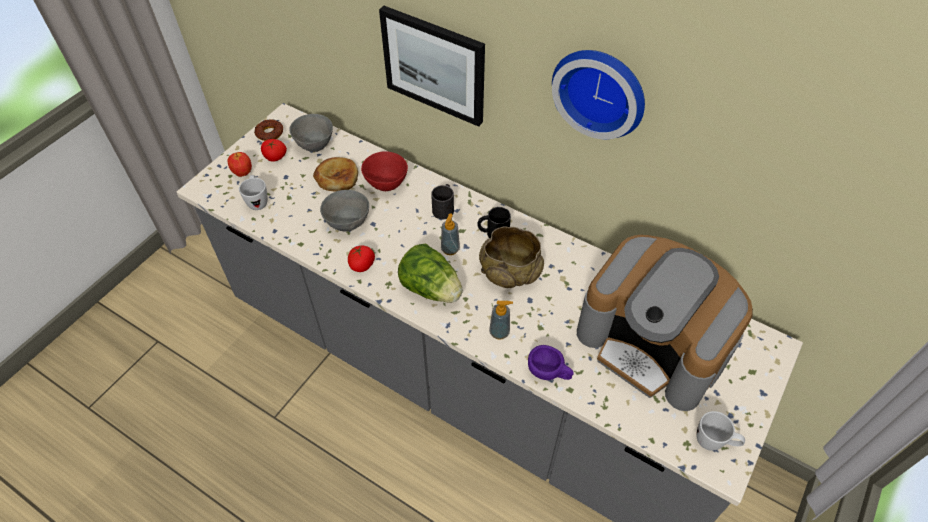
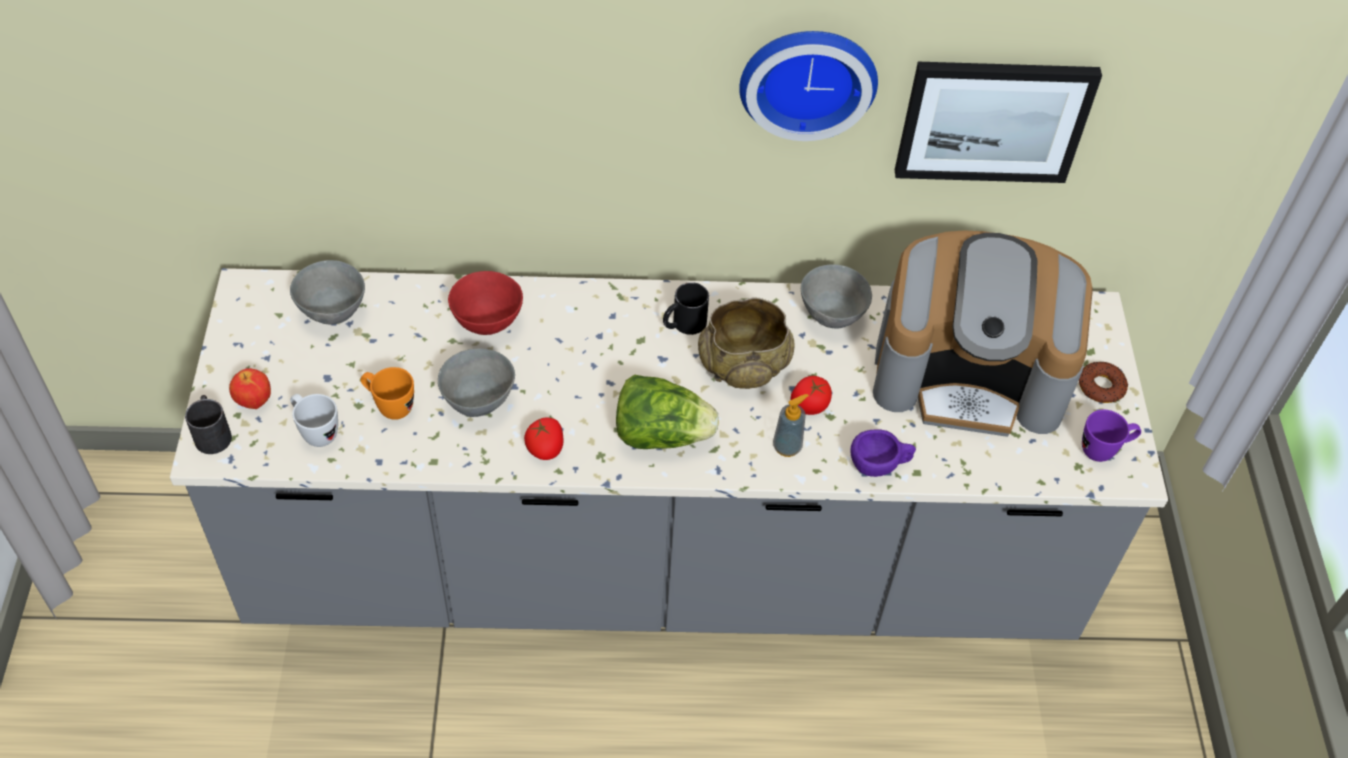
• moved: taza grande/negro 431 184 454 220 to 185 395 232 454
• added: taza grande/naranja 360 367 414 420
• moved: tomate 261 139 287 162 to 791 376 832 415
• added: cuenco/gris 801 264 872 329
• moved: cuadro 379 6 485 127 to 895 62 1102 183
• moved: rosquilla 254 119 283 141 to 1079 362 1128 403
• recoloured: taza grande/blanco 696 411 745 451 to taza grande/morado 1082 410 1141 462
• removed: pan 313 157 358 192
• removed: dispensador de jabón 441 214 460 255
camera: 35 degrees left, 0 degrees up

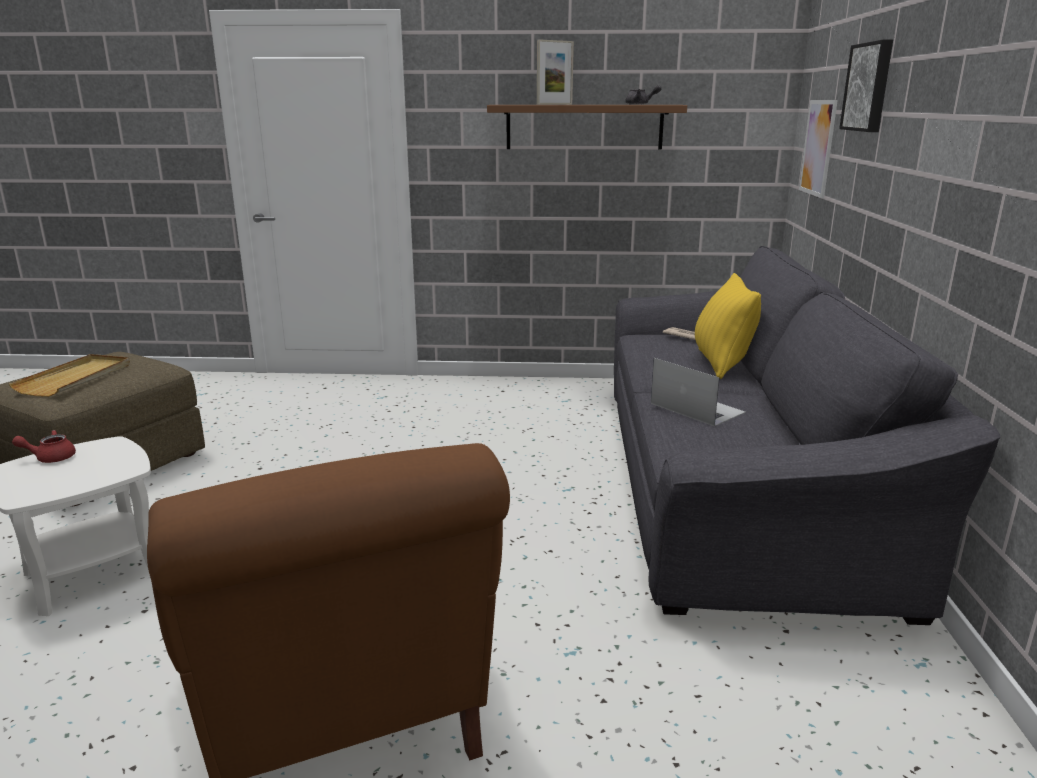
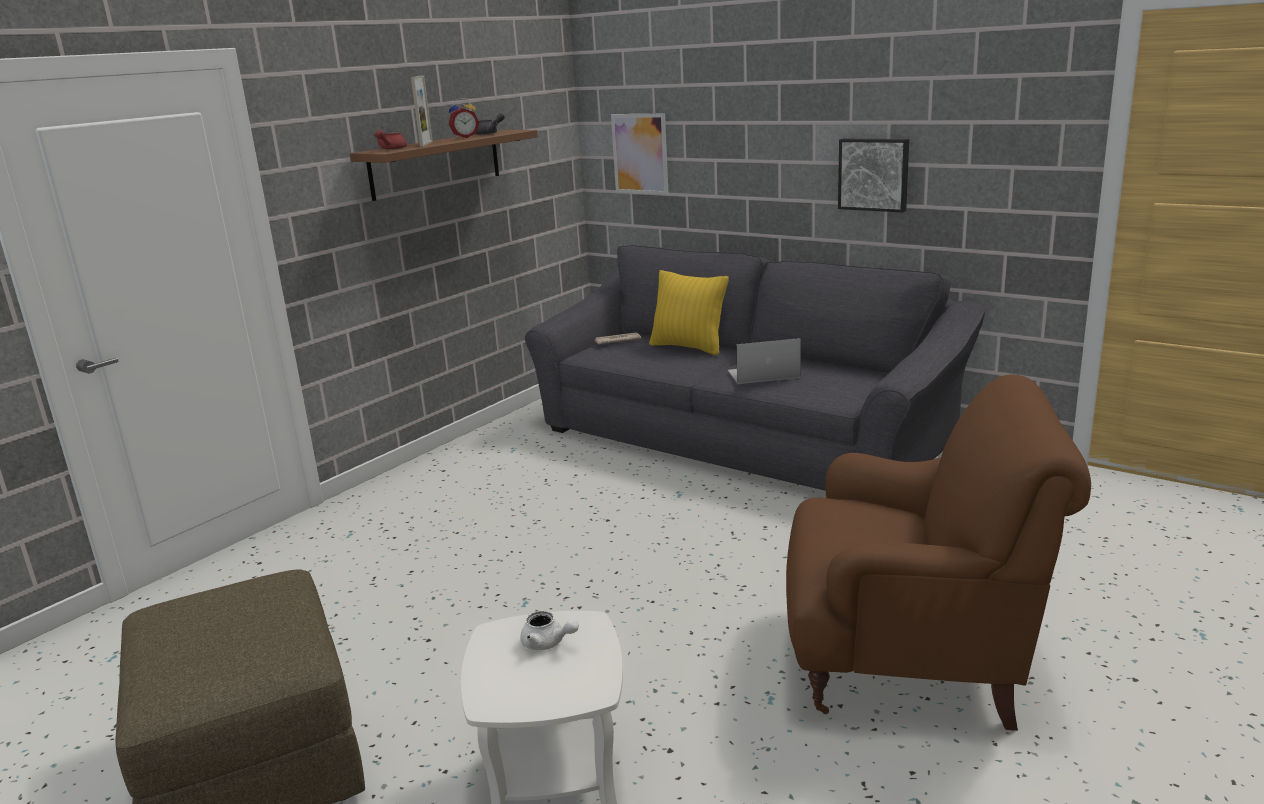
• moved: tetera/rojo 12 430 76 463 to 374 130 407 150
• added: despertador 449 98 479 139
• added: tetera/blanco 520 611 579 650
• moved: cuadro 839 40 893 132 to 838 139 909 212
• removed: bandeja/beis 9 354 130 397
camera: 55 degrees left, 0 degrees up

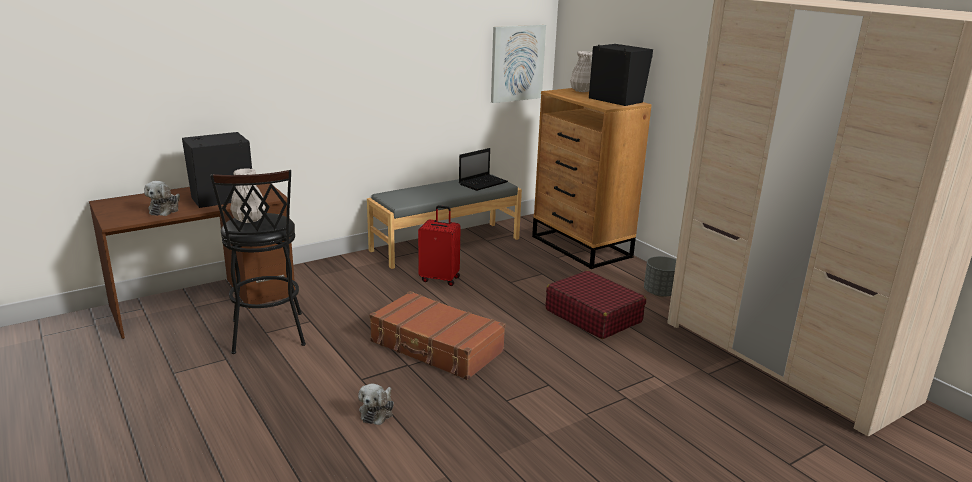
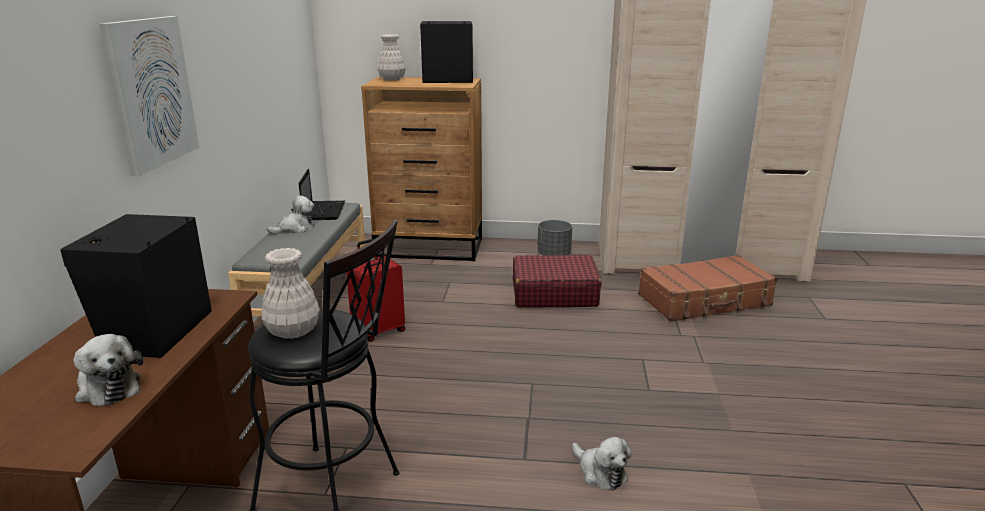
• moved: cuadro 491 25 546 103 to 99 16 199 176
• added: peluche 267 196 314 234
• moved: maleta/marrón 369 291 505 380 to 638 255 777 322
camera: 50 degrees left, 0 degrees up

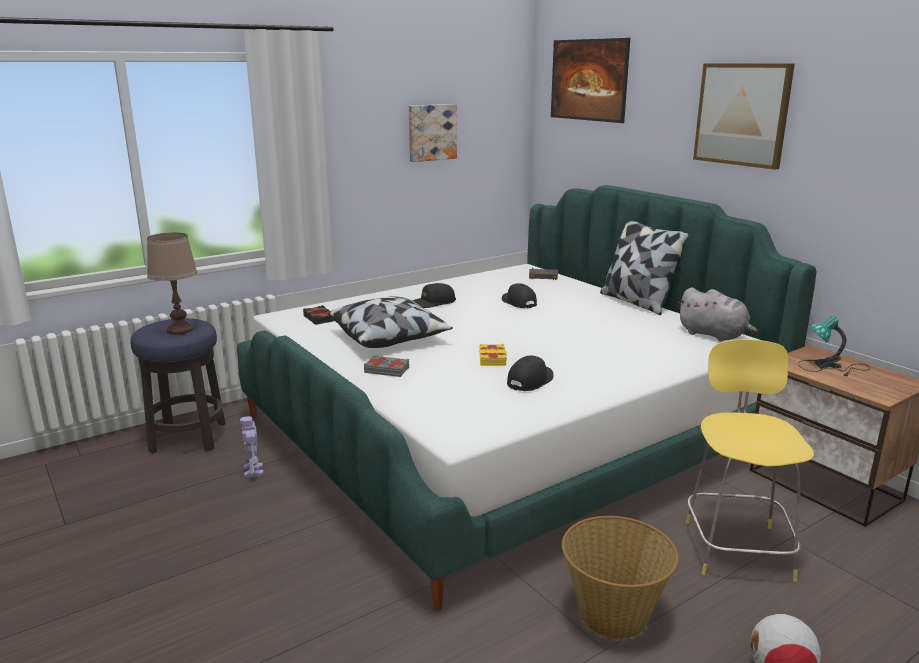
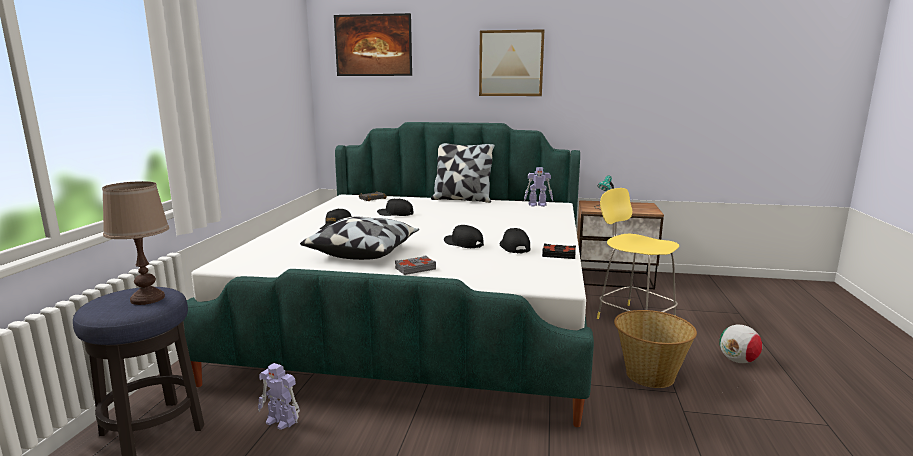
• replaced: libro/amarillo 479 344 507 366 to gorra/negro 444 225 484 248
• replaced: peluche/gris 678 288 758 341 to robot de juguete 524 167 553 207
• moved: libro/negro 303 305 334 325 to 542 243 576 259
• removed: cuadro 409 104 457 162
camera: 45 degrees left, 5 degrees down

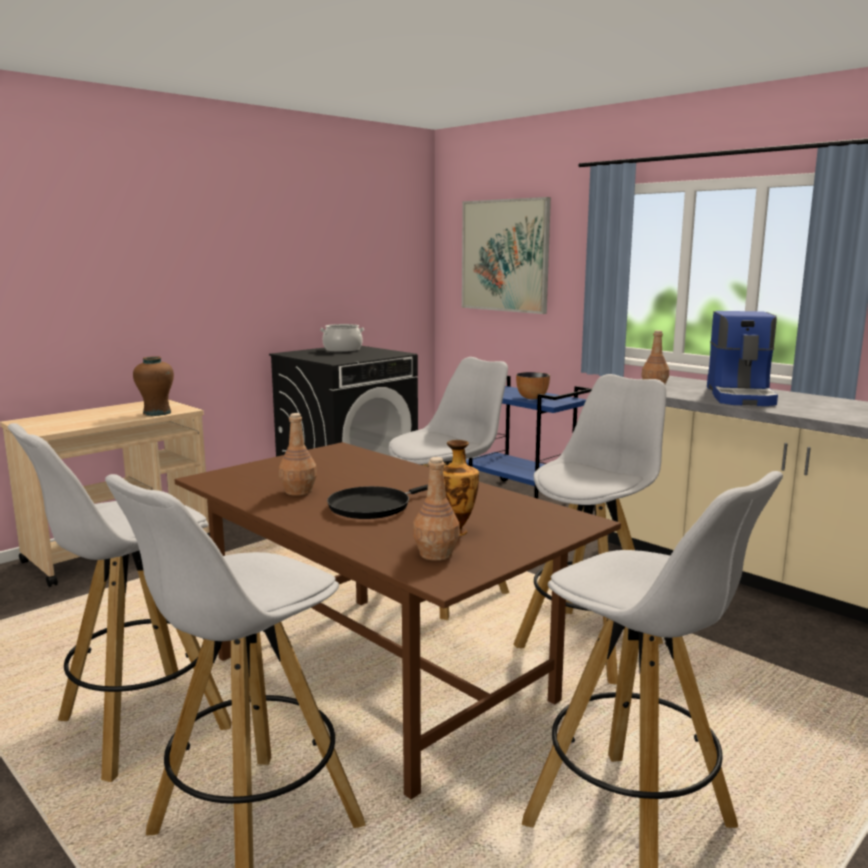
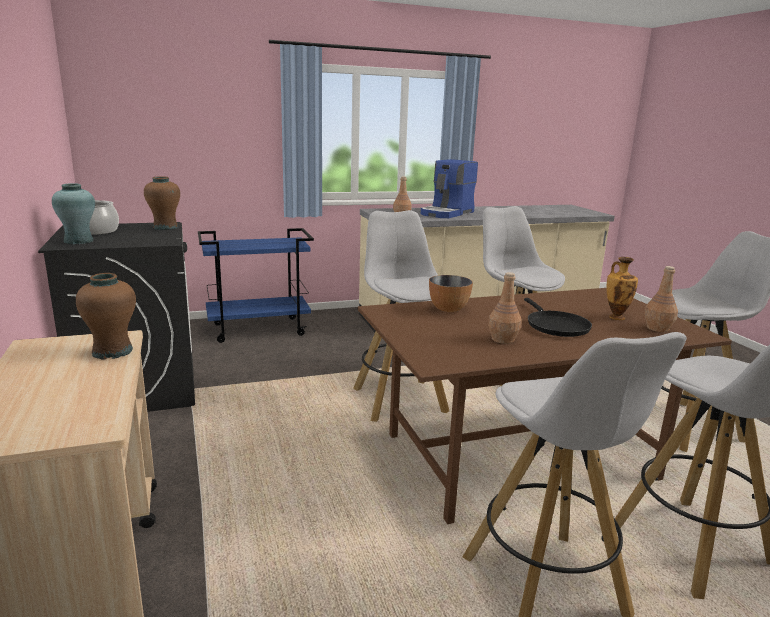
• added: florero/turquesa 52 183 95 244
• added: florero/marrón 144 177 180 230
• turned: cafetera 707 311 778 406 = 421 159 478 218 90 degrees clockwise
• moved: cuenco 516 372 550 399 to 429 275 473 312
• removed: cuadro 462 197 551 314
camera: 65 degrees left, 5 degrees up

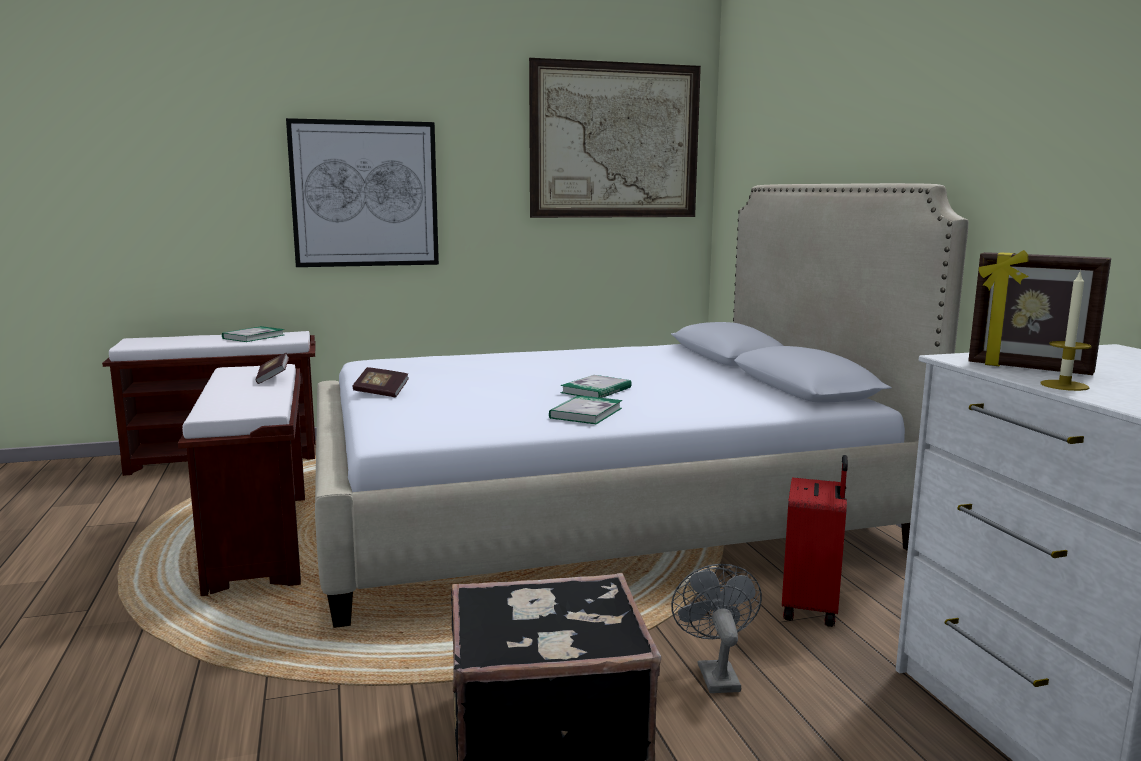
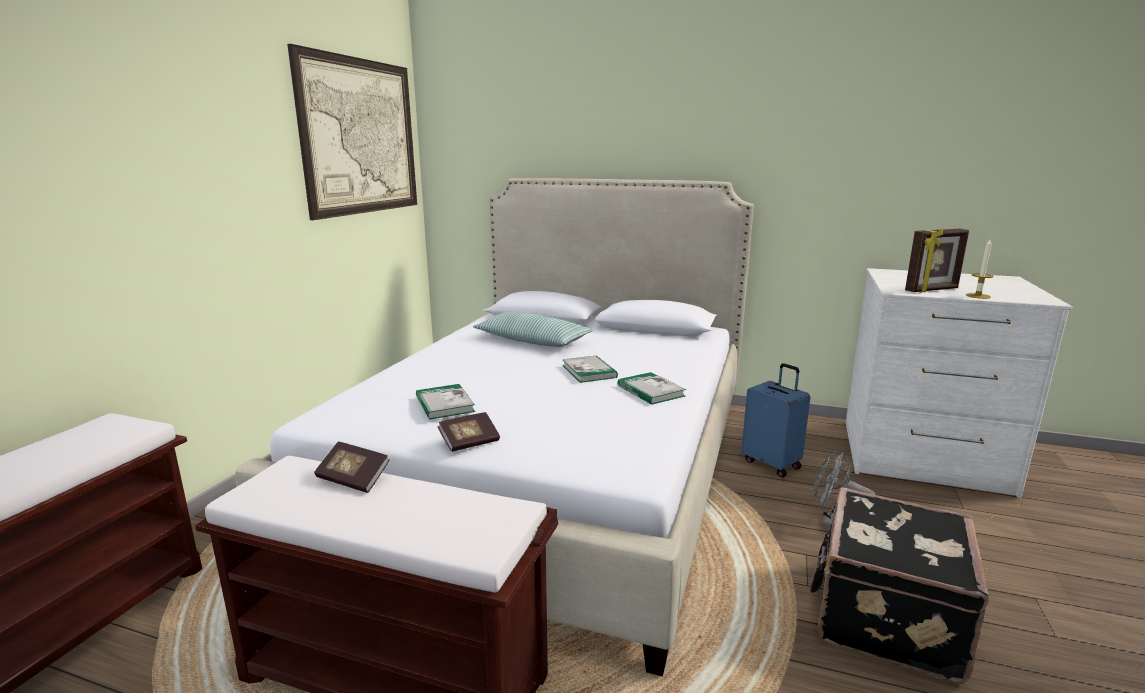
• moved: libro 222 326 285 342 to 416 384 475 420
• added: cojín 473 312 594 347
• recoloured: maleta/rojo 782 455 848 627 to maleta/azul 742 363 810 477
• removed: cuadro 286 118 439 267
camera: 55 degrees left, 5 degrees up

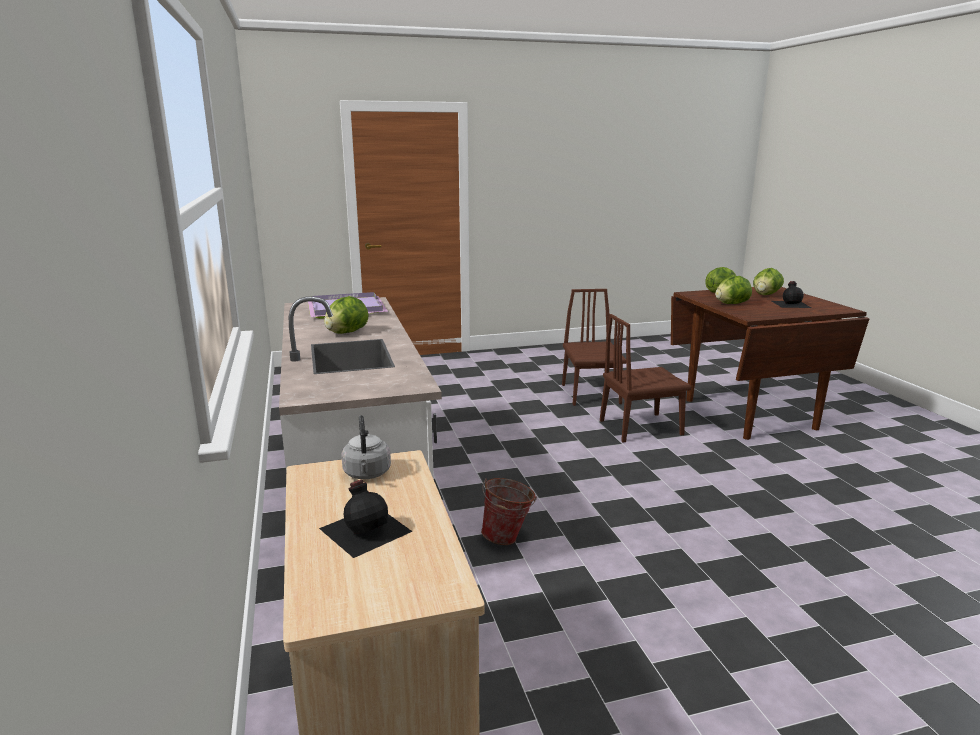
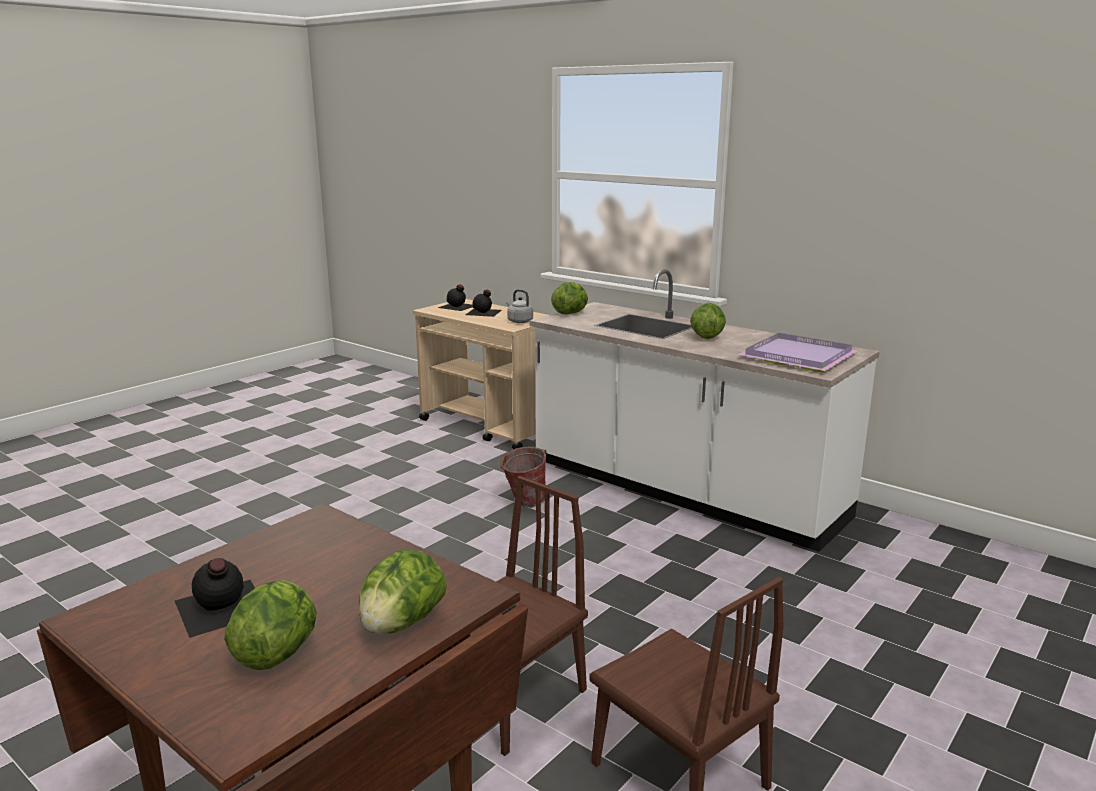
• added: botella/negro 438 284 473 311
• moved: lechuga 715 276 752 304 to 551 282 588 314
camera: 145 degrees right, 0 degrees up

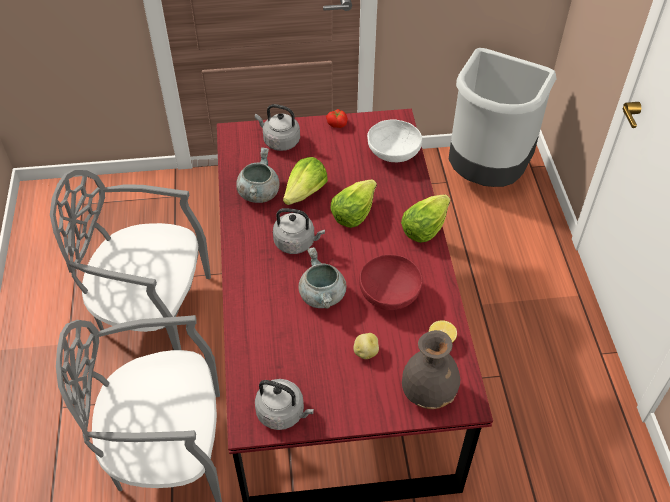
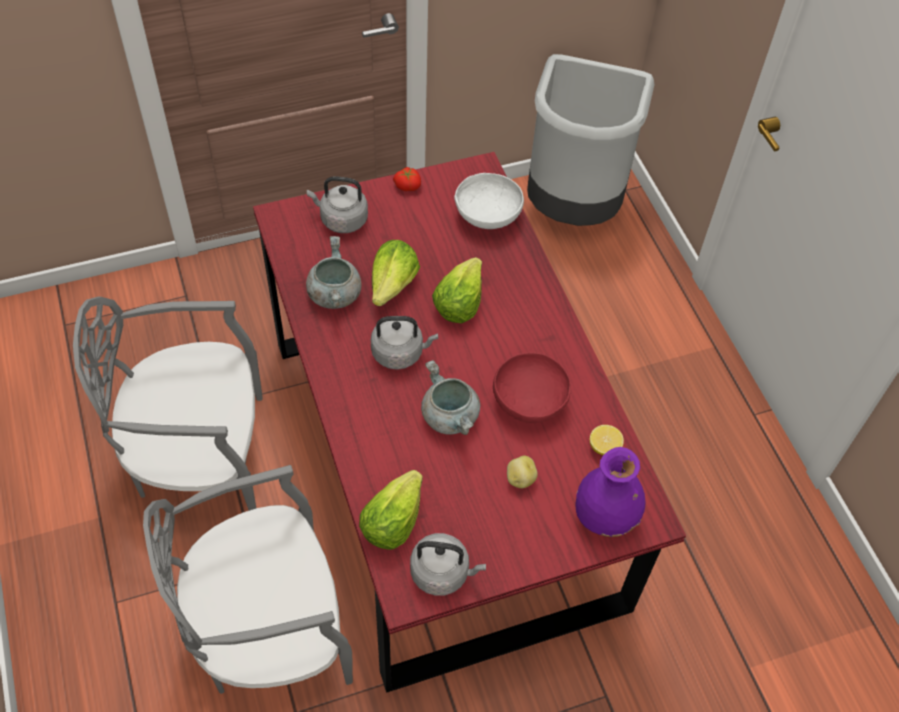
• moved: lechuga 401 195 451 243 to 359 470 423 550
• recoloured: florero/gris 402 330 460 409 to florero/morado 575 447 646 537
camera: 15 degrees left, 5 degrees up

